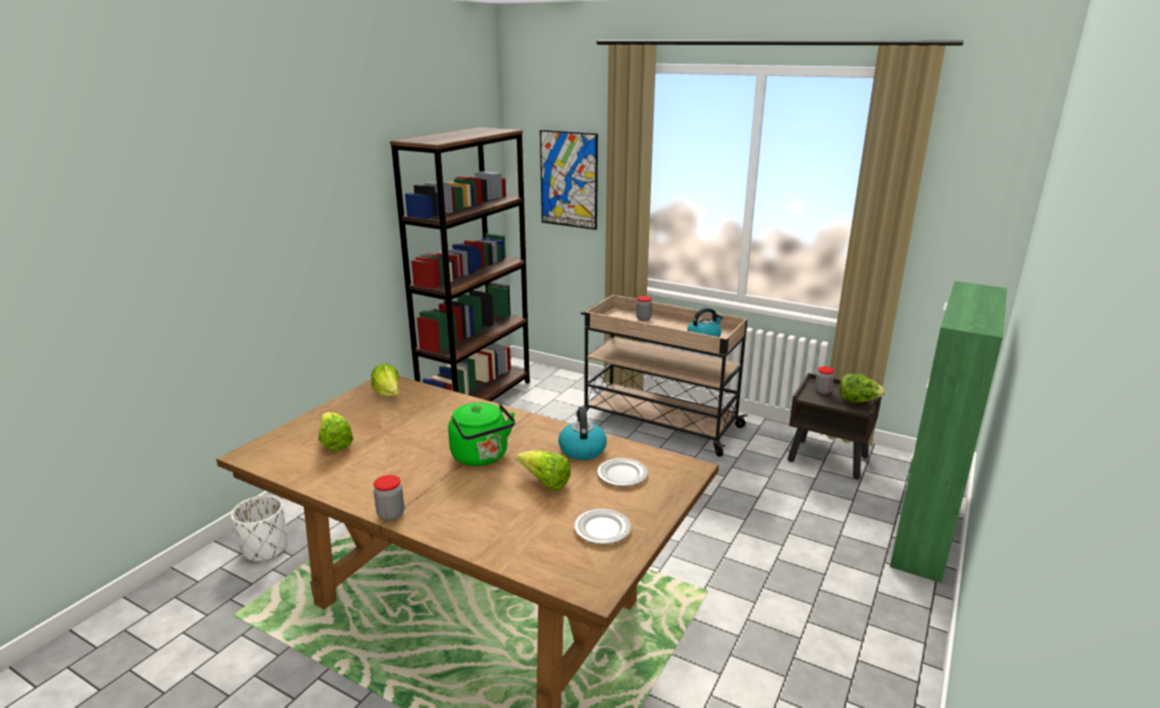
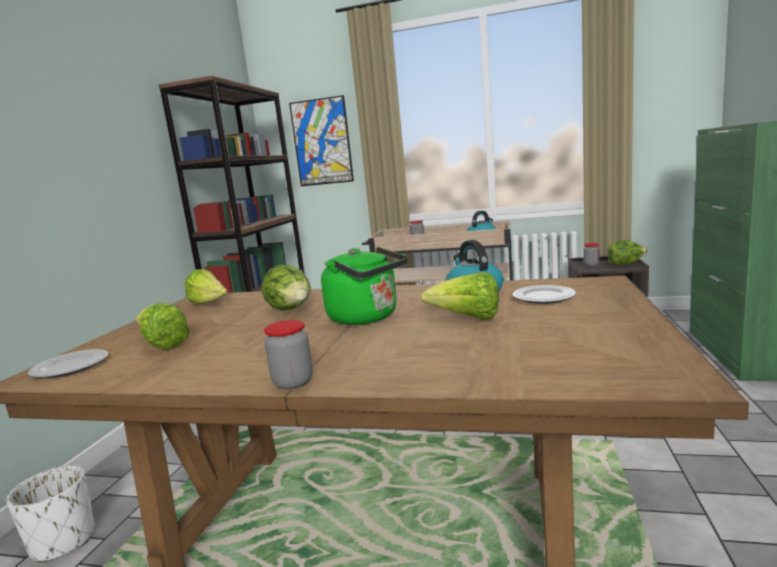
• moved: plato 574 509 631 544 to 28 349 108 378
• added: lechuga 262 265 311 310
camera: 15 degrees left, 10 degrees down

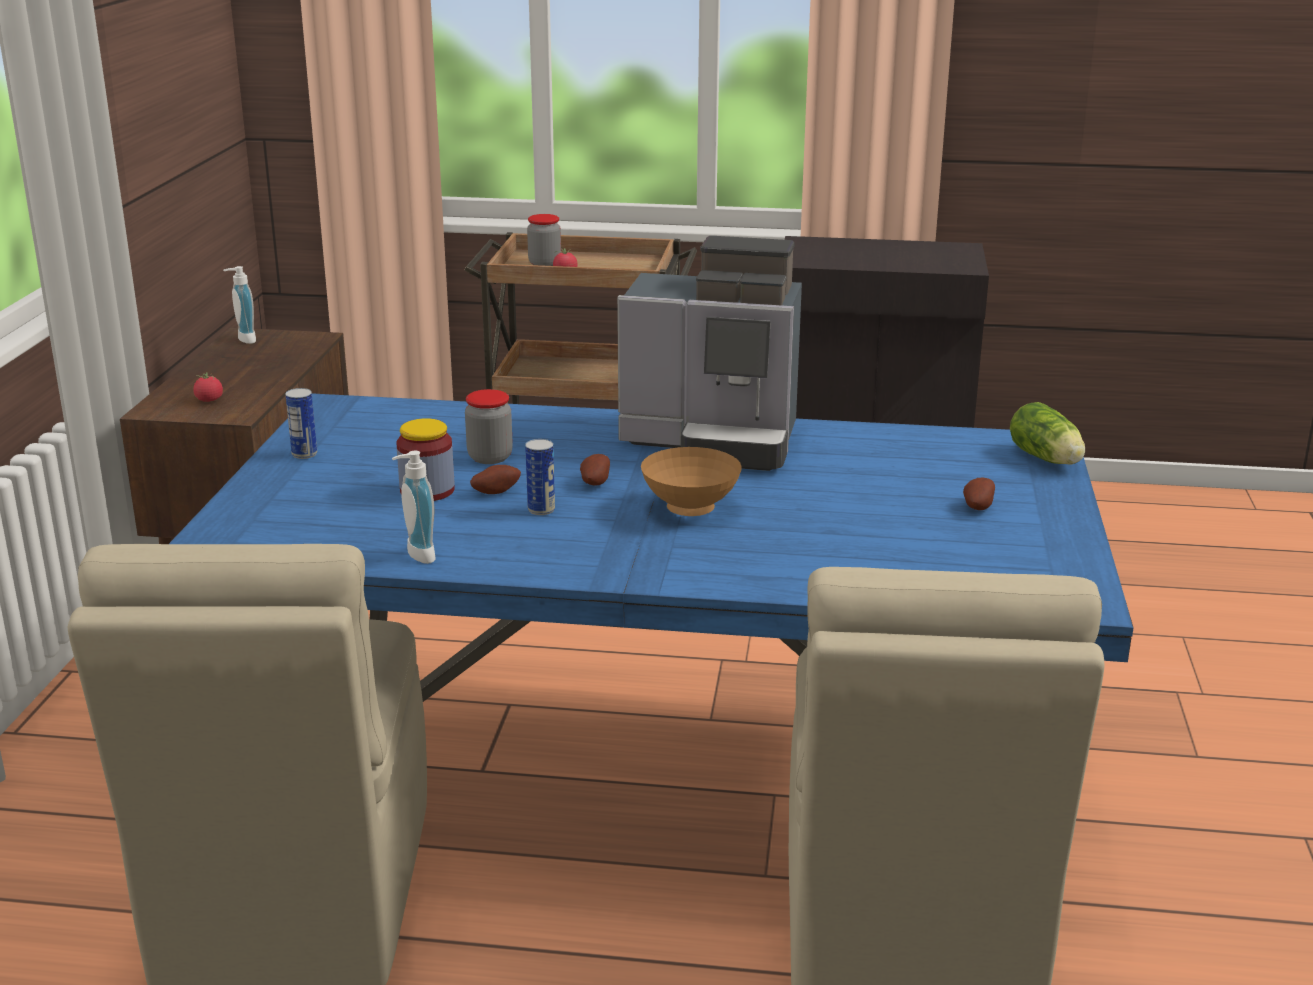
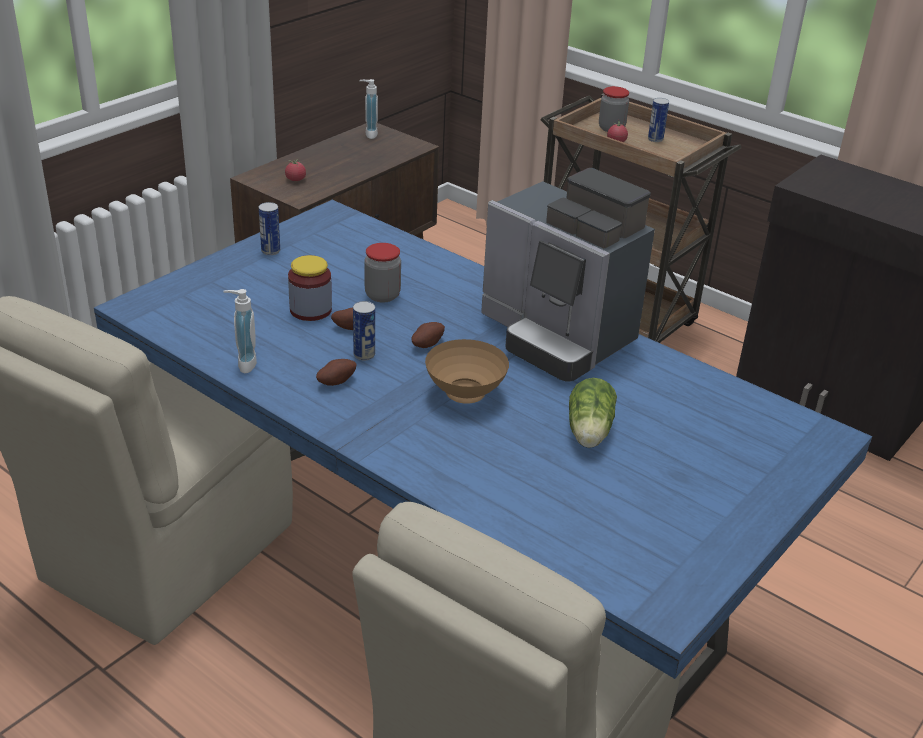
• moved: patata 963 478 995 510 to 316 359 357 386
• moved: lechuga 1010 402 1085 464 to 569 378 617 448
• added: lata 648 98 669 142
camera: 30 degrees right, 10 degrees up

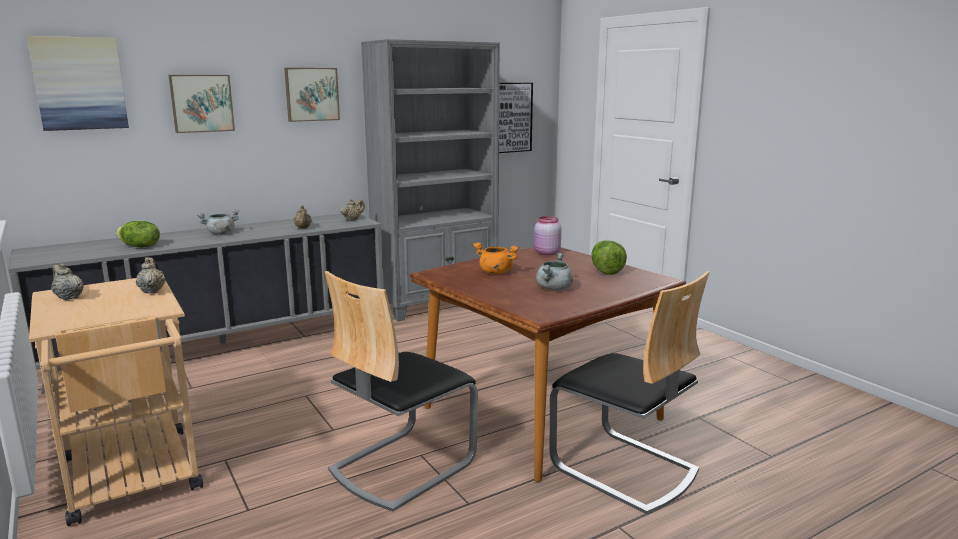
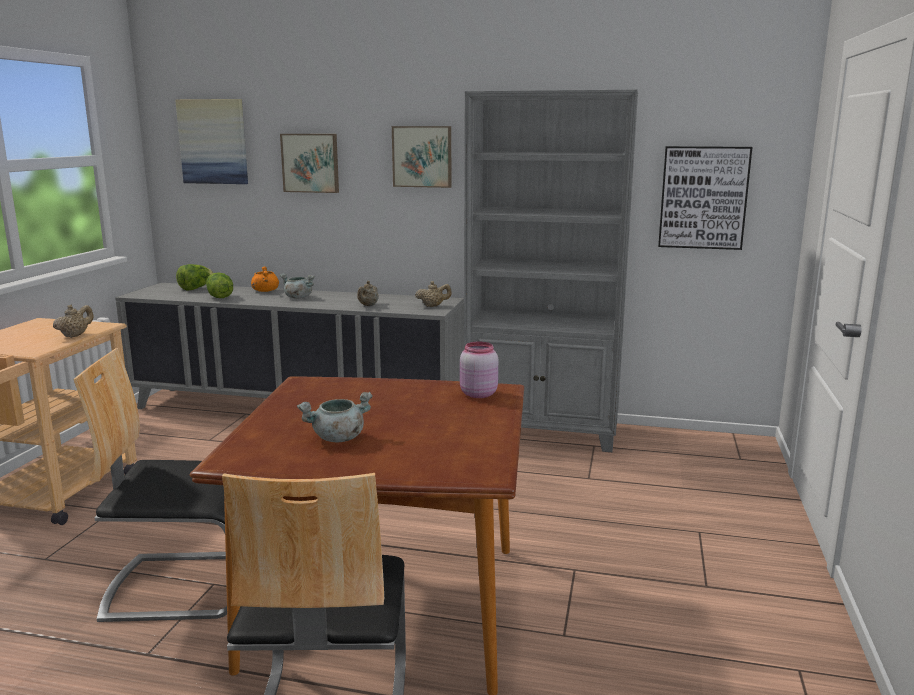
• moved: lechuga 592 240 627 275 to 176 264 213 290
• moved: olla/naranja 473 242 519 274 to 251 266 279 292
• removed: tetera/beis 51 264 84 300
camera: 45 degrees right, 0 degrees up

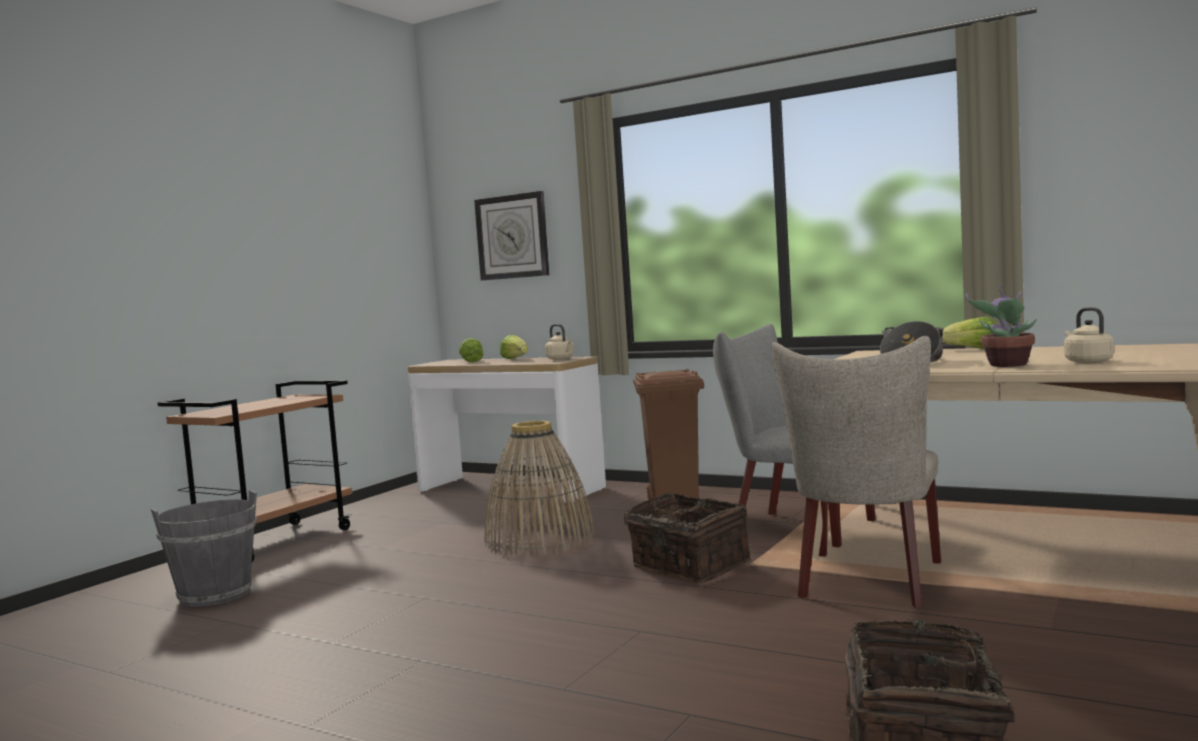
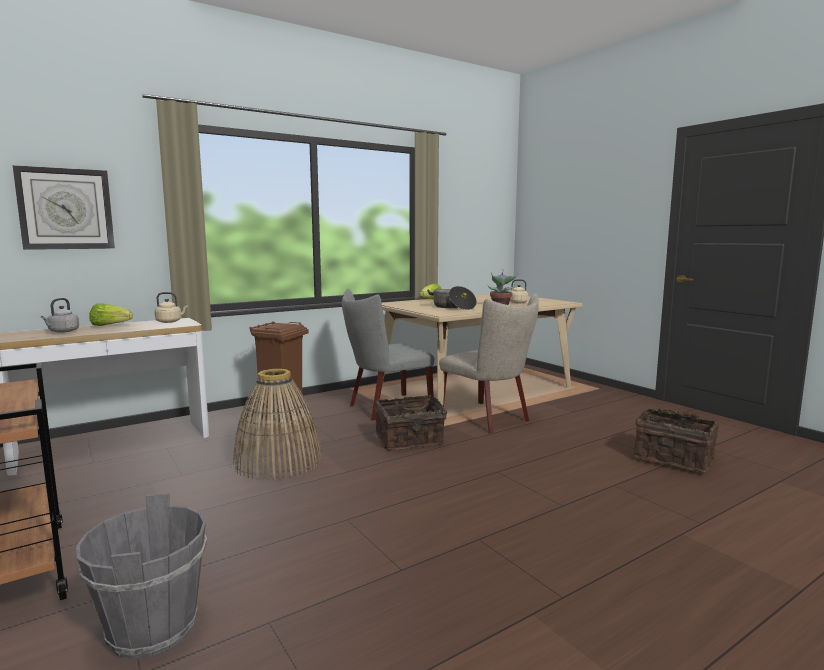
• replaced: lechuga 459 338 484 362 to hervidor/gris 41 298 79 333
camera: 65 degrees left, 5 degrees up

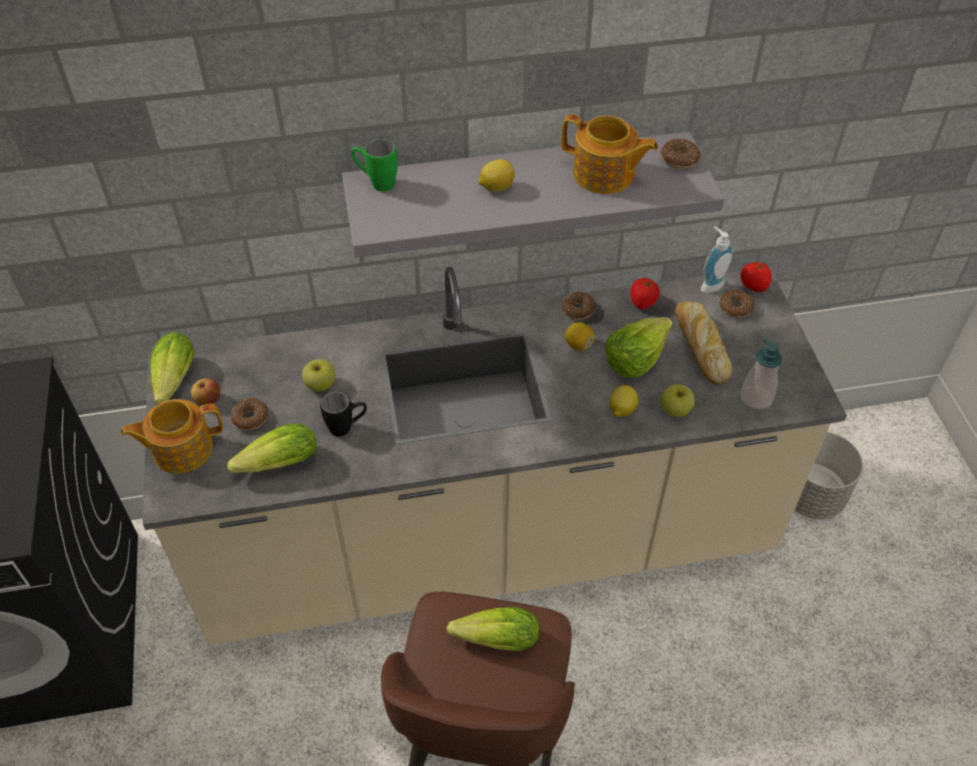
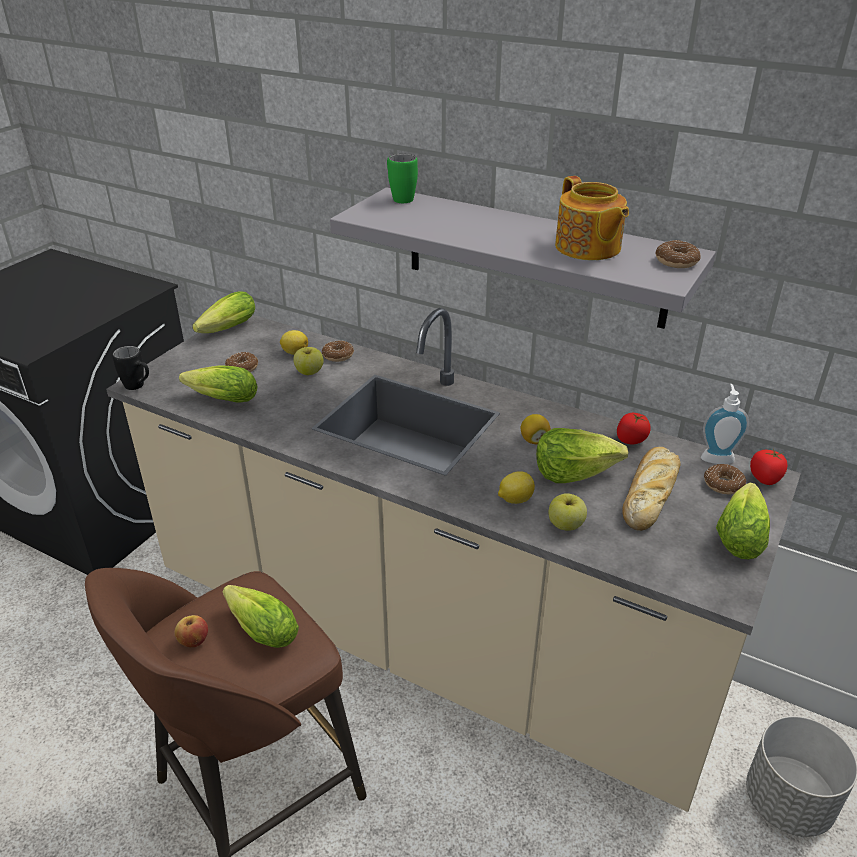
• moved: taza grande/negro 320 391 367 437 to 112 346 149 390
• moved: manzana 191 378 220 406 to 174 615 208 647
• moved: limón 478 159 515 192 to 280 330 308 355
• moved: rosquilla 562 292 596 320 to 322 341 354 362
• added: lechuga 716 483 770 559
• removed: tetera 120 399 223 473
• removed: dispensador de jabón 741 338 782 409
camera: 40 degrees right, 15 degrees down

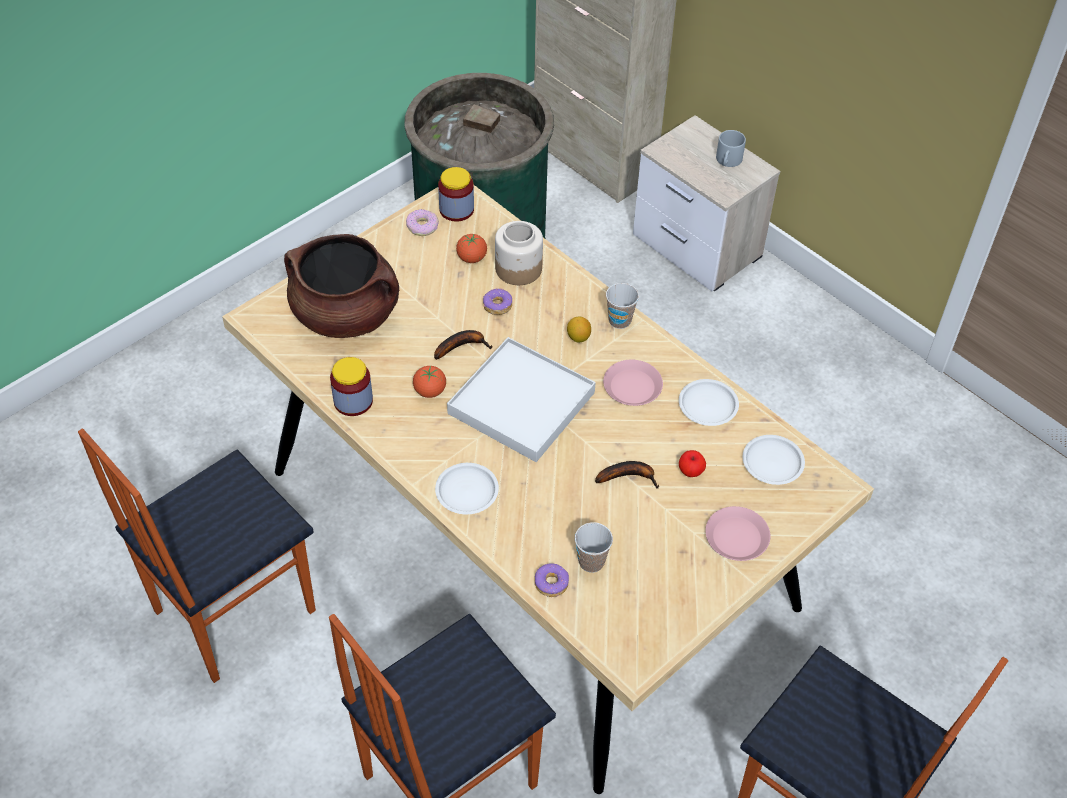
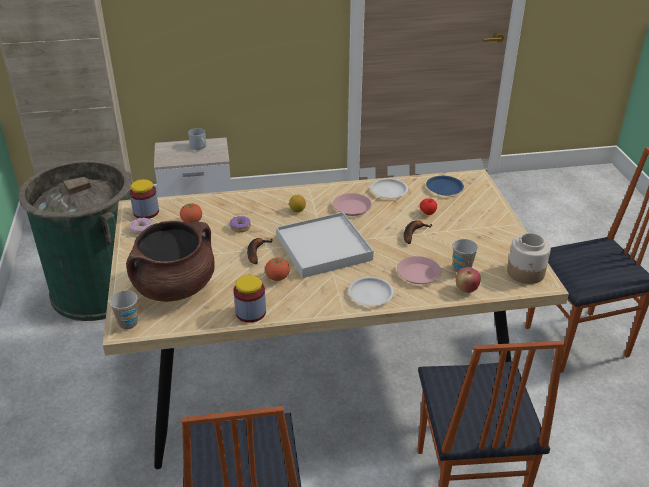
• moved: taza 606 283 639 329 to 109 291 138 330
• moved: plato/rosa 705 506 770 561 to 397 256 441 284
• recoloured: plato/blanco 743 435 805 485 to plato/azul 426 176 464 196
• replaced: rosquilla 535 563 569 597 to manzana 456 267 480 293
• moved: tarro 495 221 543 285 to 507 233 551 284
camera: 55 degrees left, 15 degrees down

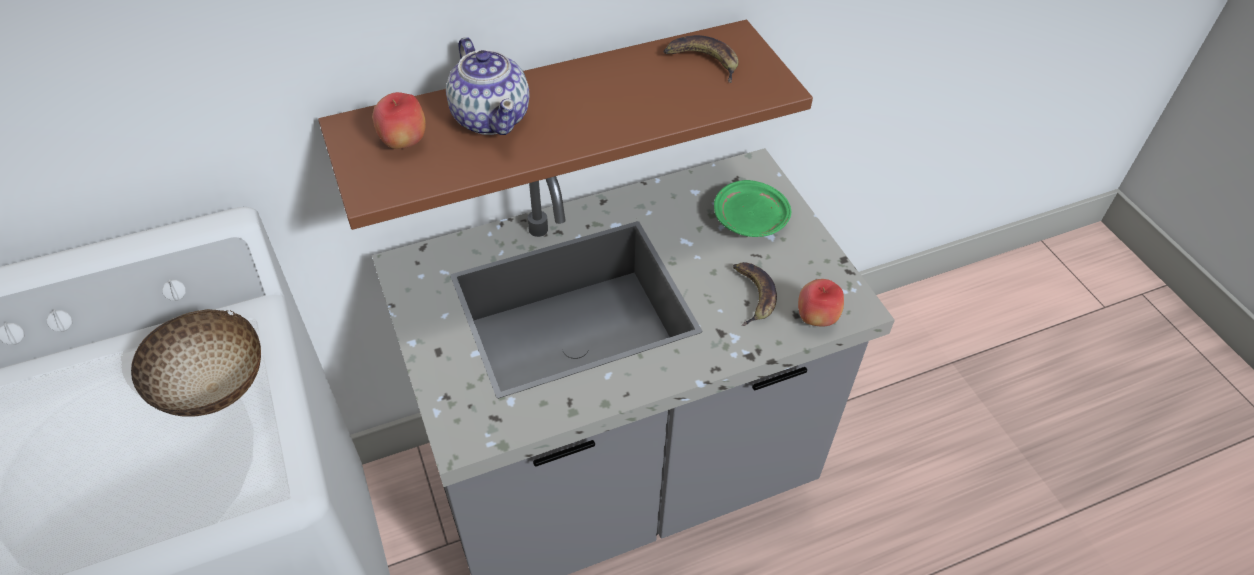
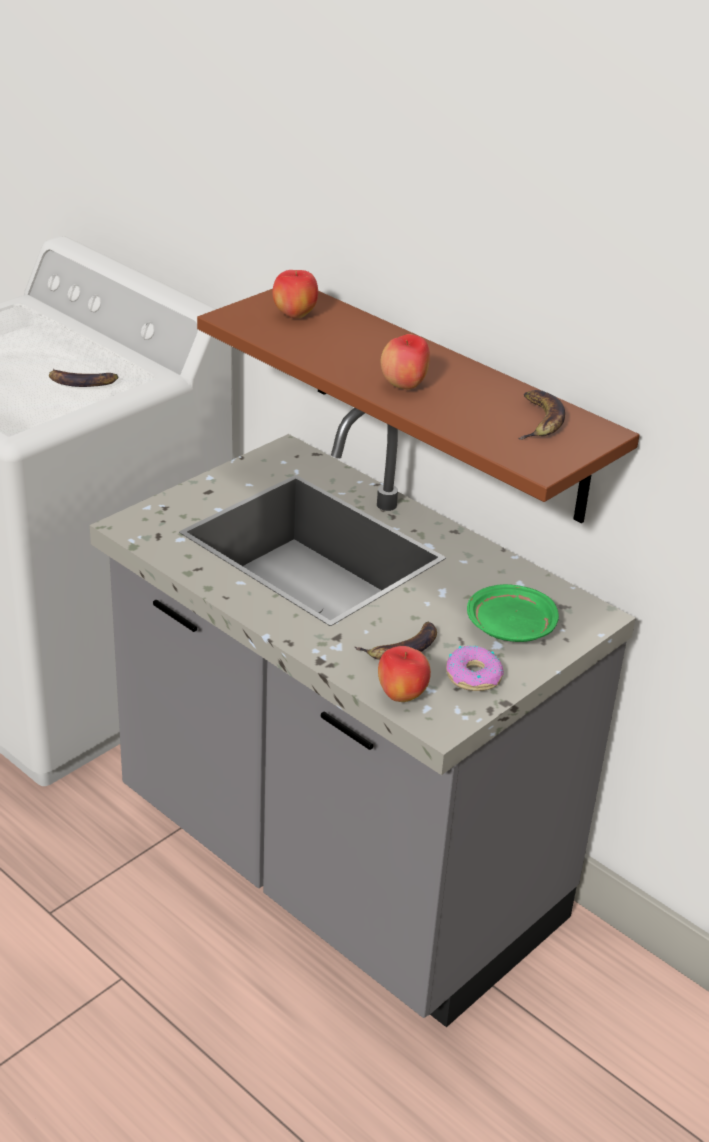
• replaced: cuenco 131 309 261 417 to plátano 49 369 118 387
• added: manzana 381 334 430 389
• added: rosquilla 446 646 504 691
• removed: tetera 446 38 530 135
camera: 65 degrees right, 15 degrees down

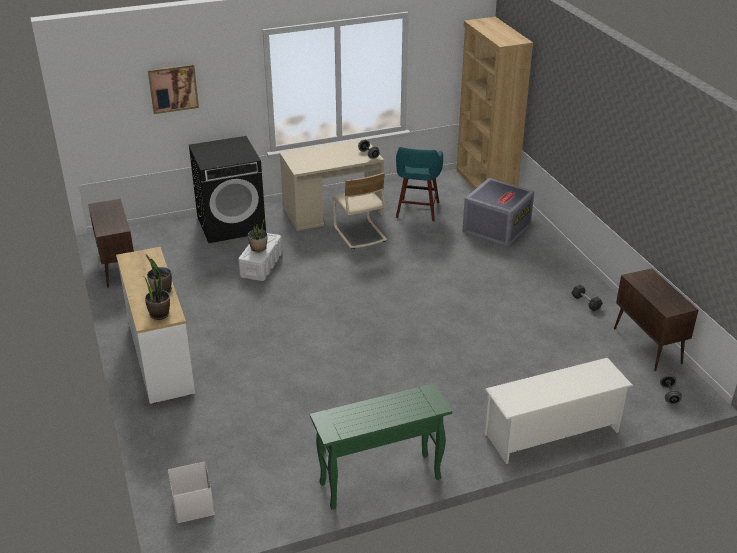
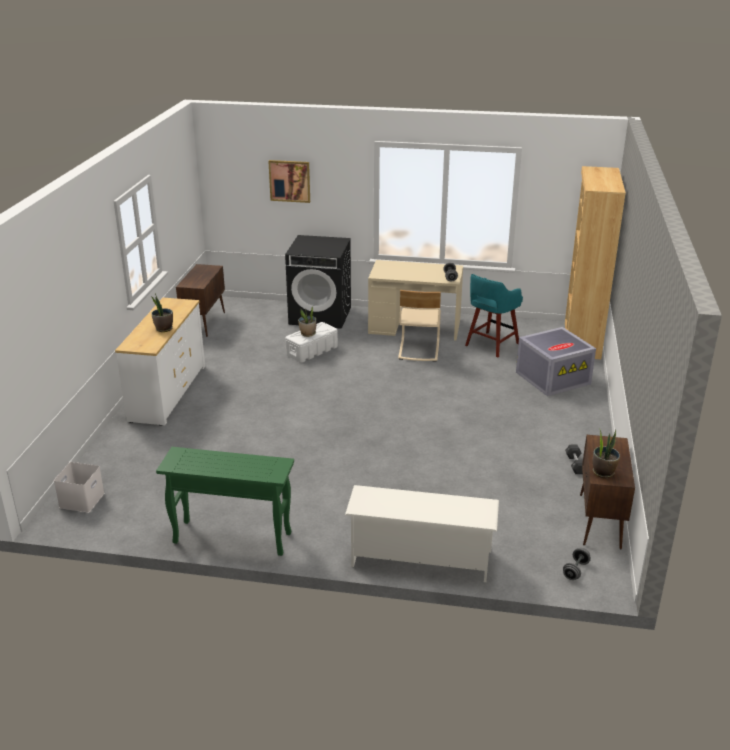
• moved: planta en maceta 145 273 170 320 to 593 428 620 478
camera: 30 degrees right, 5 degrees down

